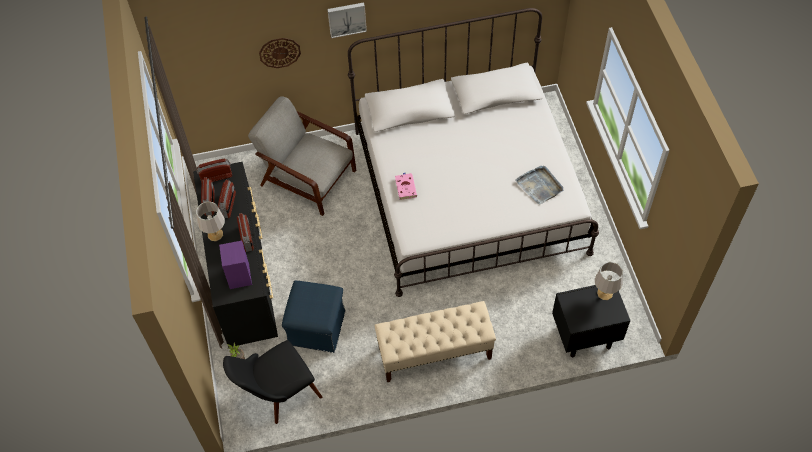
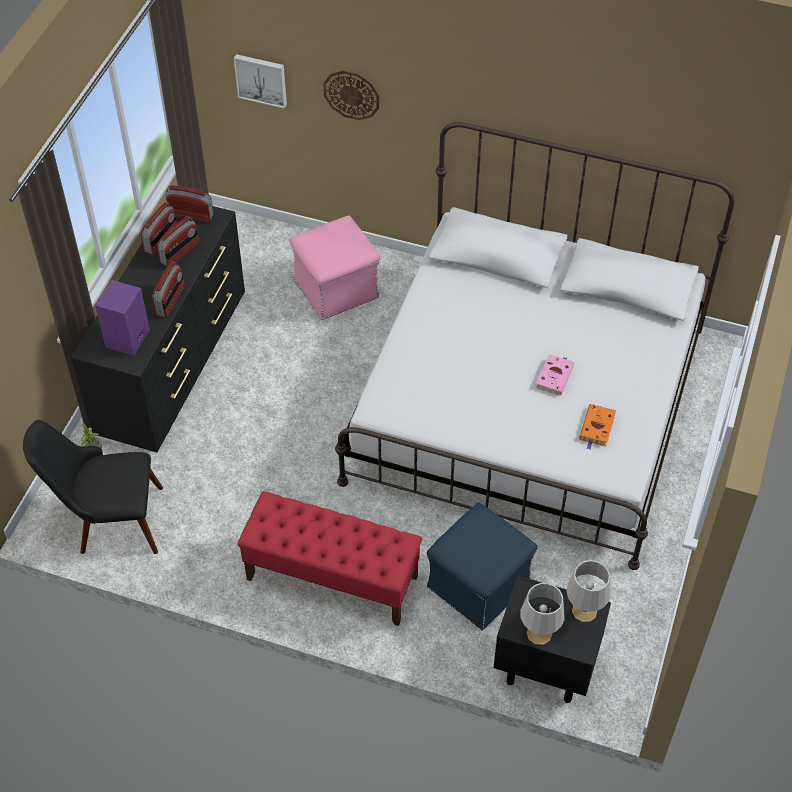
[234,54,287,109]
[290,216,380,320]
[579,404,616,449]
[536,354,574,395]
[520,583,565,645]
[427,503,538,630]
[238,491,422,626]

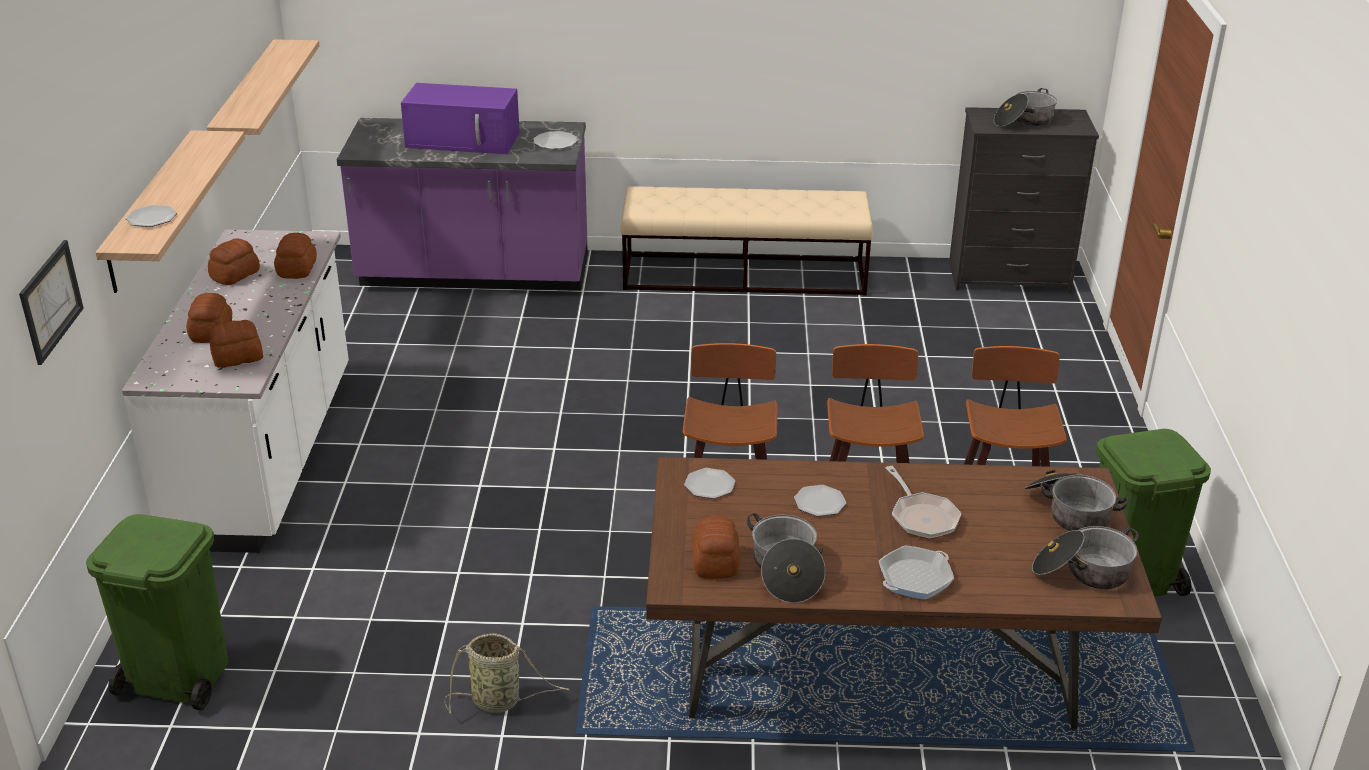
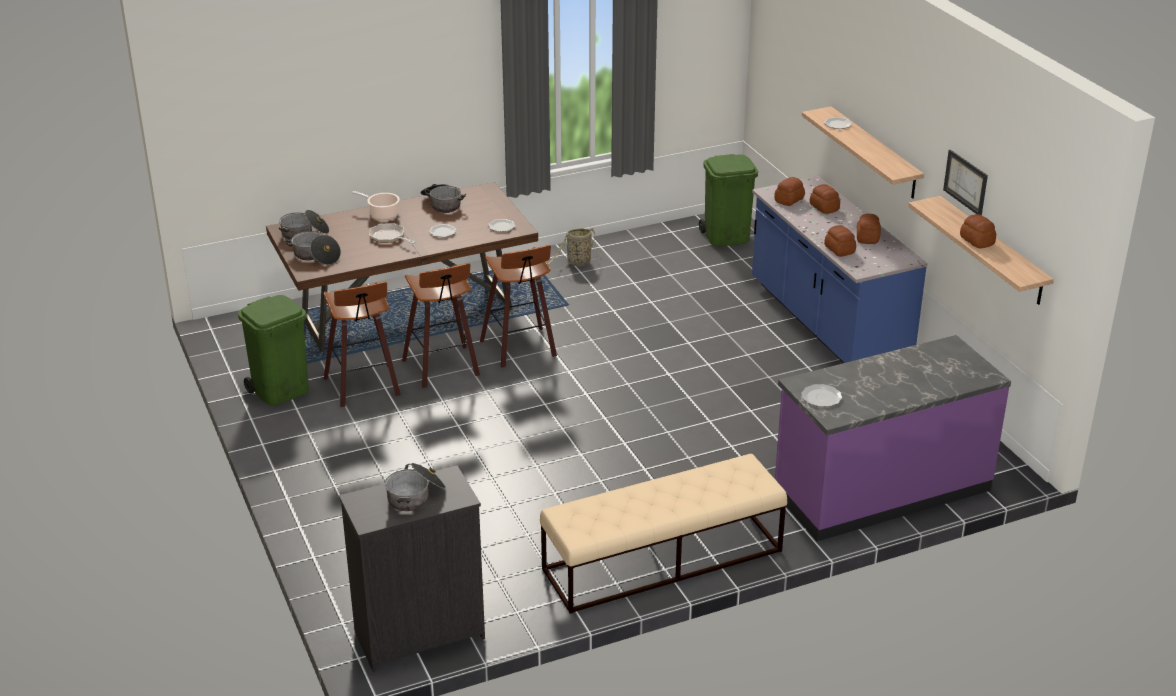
[401,83,520,154] (first image)
[752,176,928,363]
[943,150,988,215]
[960,214,996,248]
[352,191,400,220]

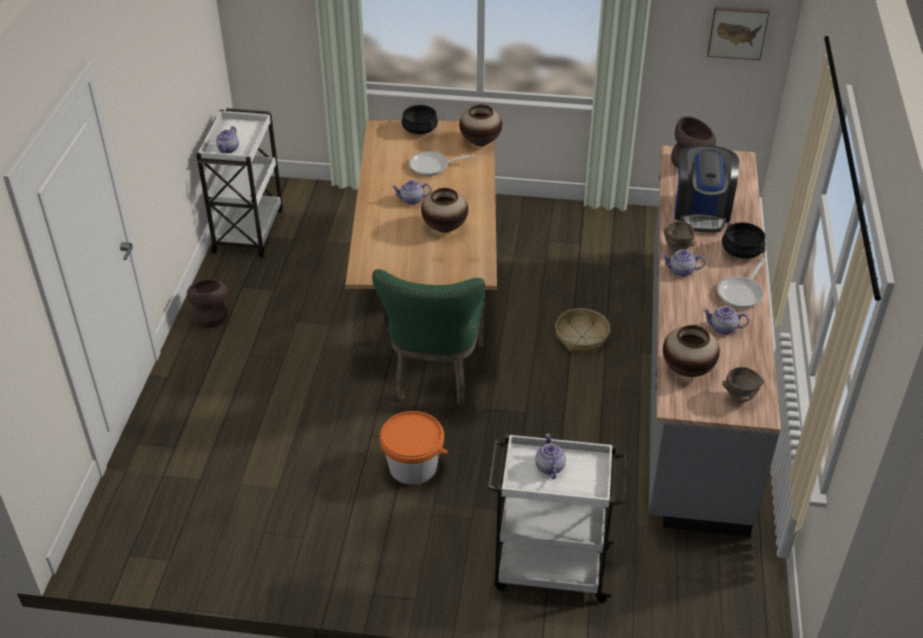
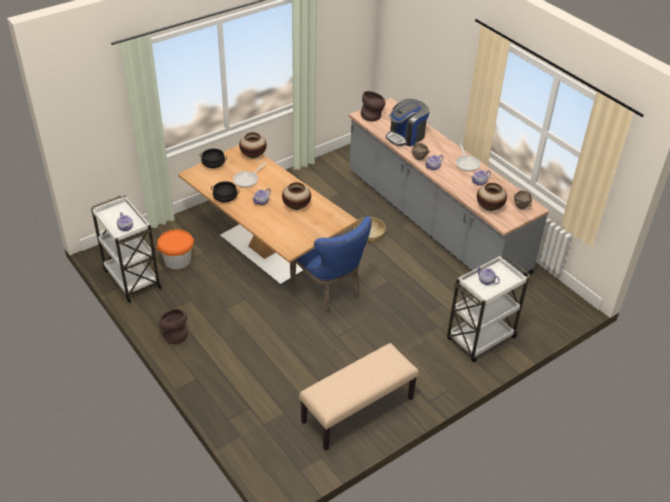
[707,6,770,60] (first image)
[385,99,430,147]
[211,181,240,202]
[290,216,372,313]
[156,229,194,269]
[299,343,419,450]

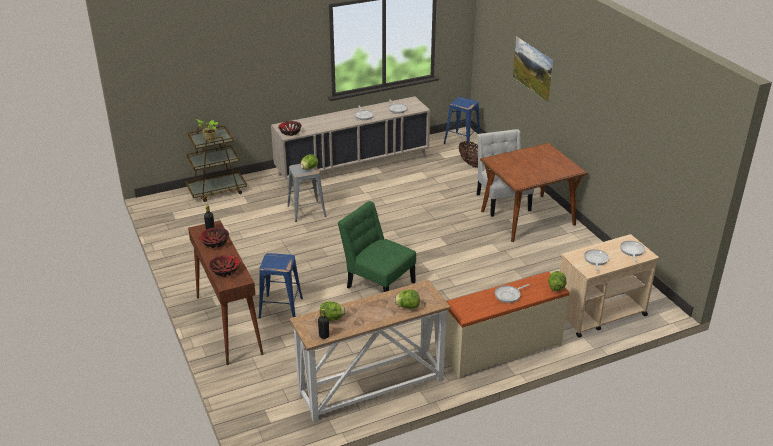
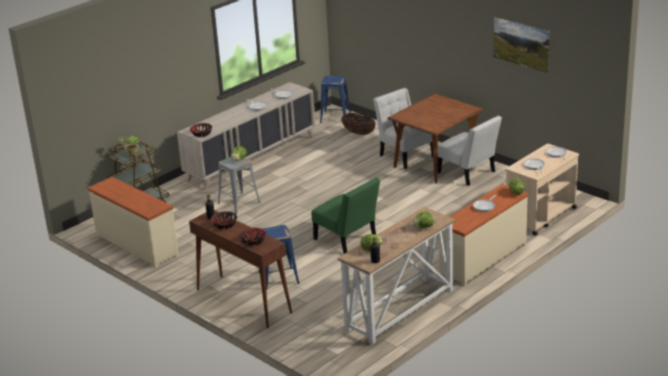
[493,17,549,73]
[312,178,380,254]
[438,116,502,186]
[88,177,179,268]

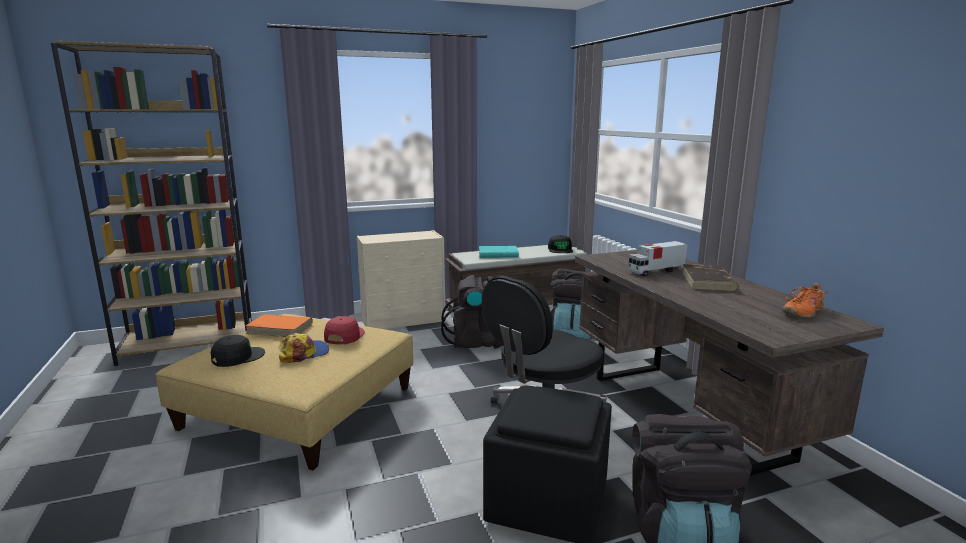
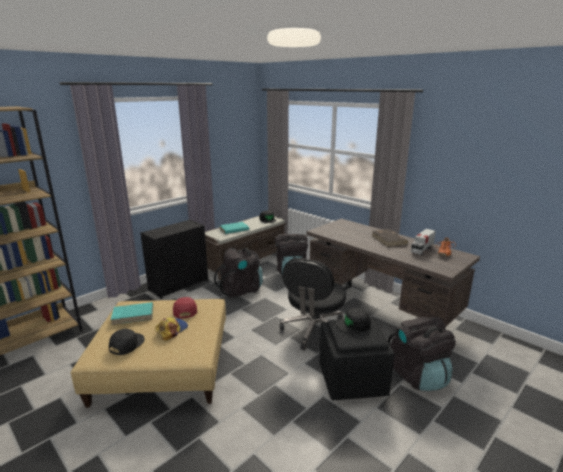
[140,219,208,299]
[411,229,436,255]
[111,302,153,325]
[336,308,371,333]

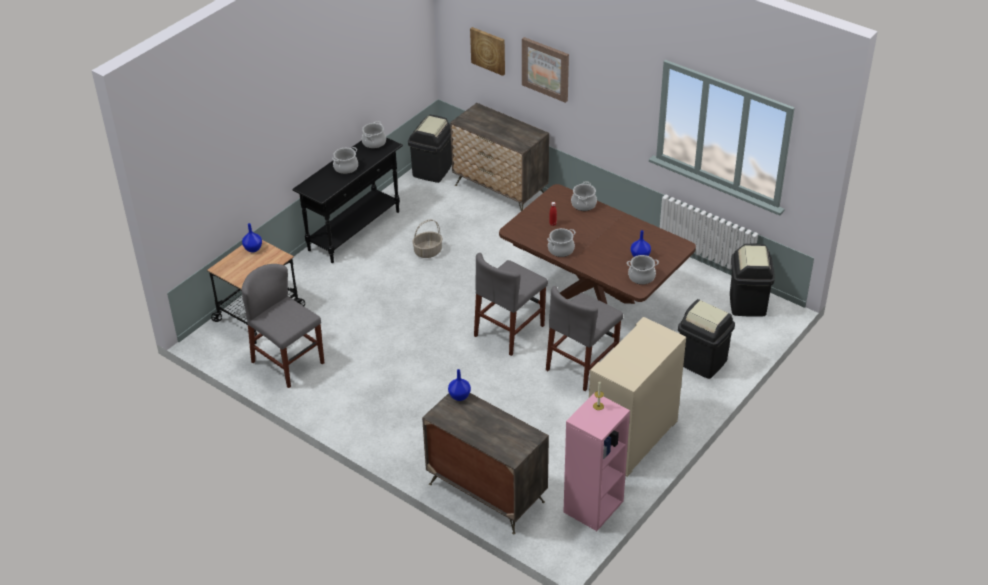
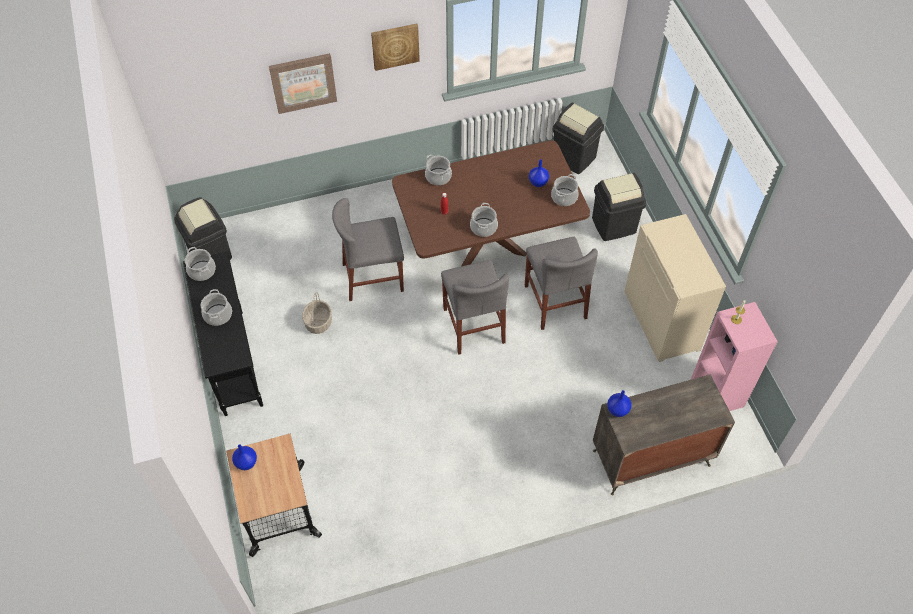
[371,24,420,71]
[450,103,549,211] (first image)
[332,198,404,301]

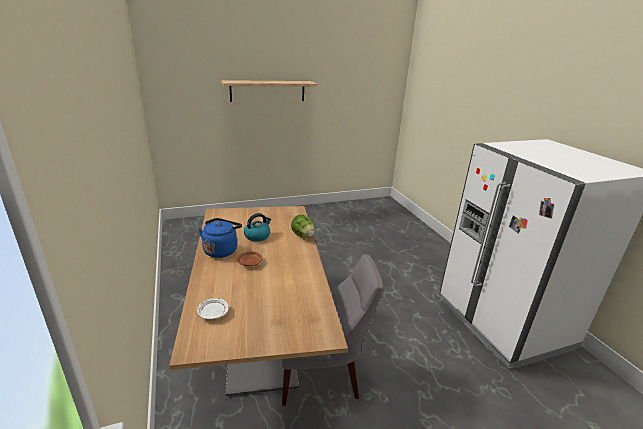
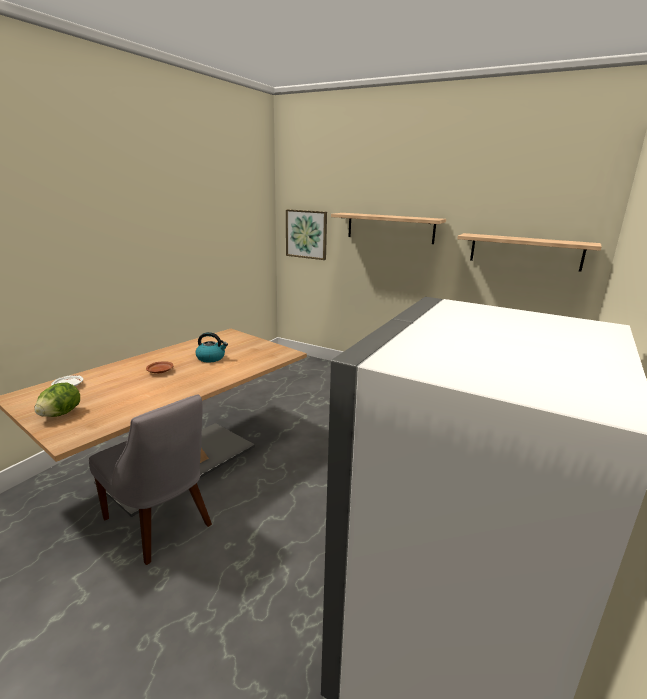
[34,383,80,417]
[198,218,242,258] (first image)
[286,209,327,260]
[457,233,602,272]

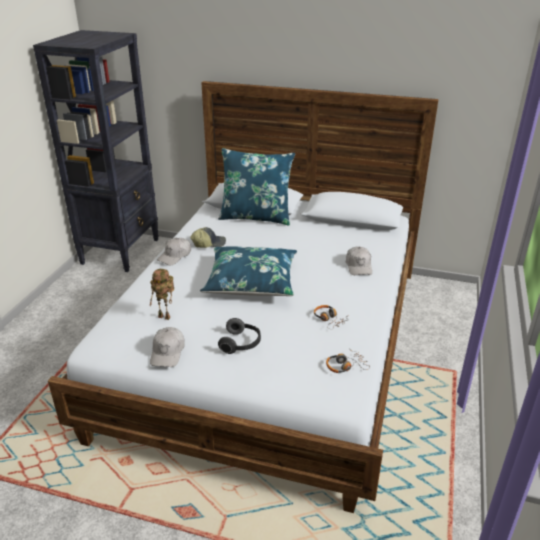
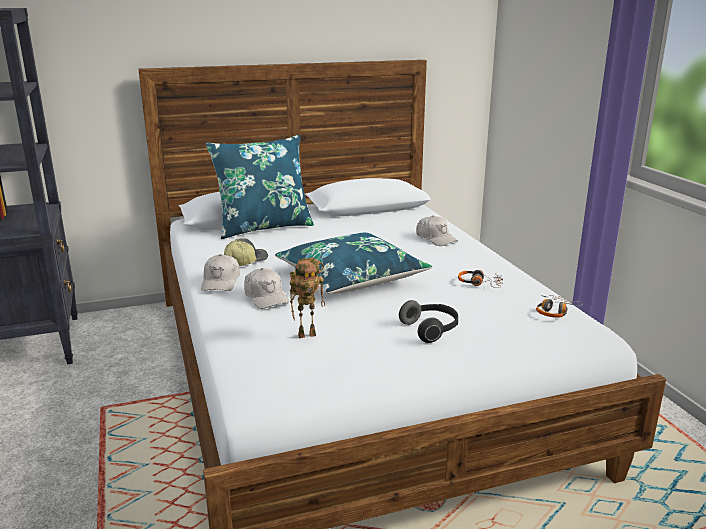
[244,268,289,309]

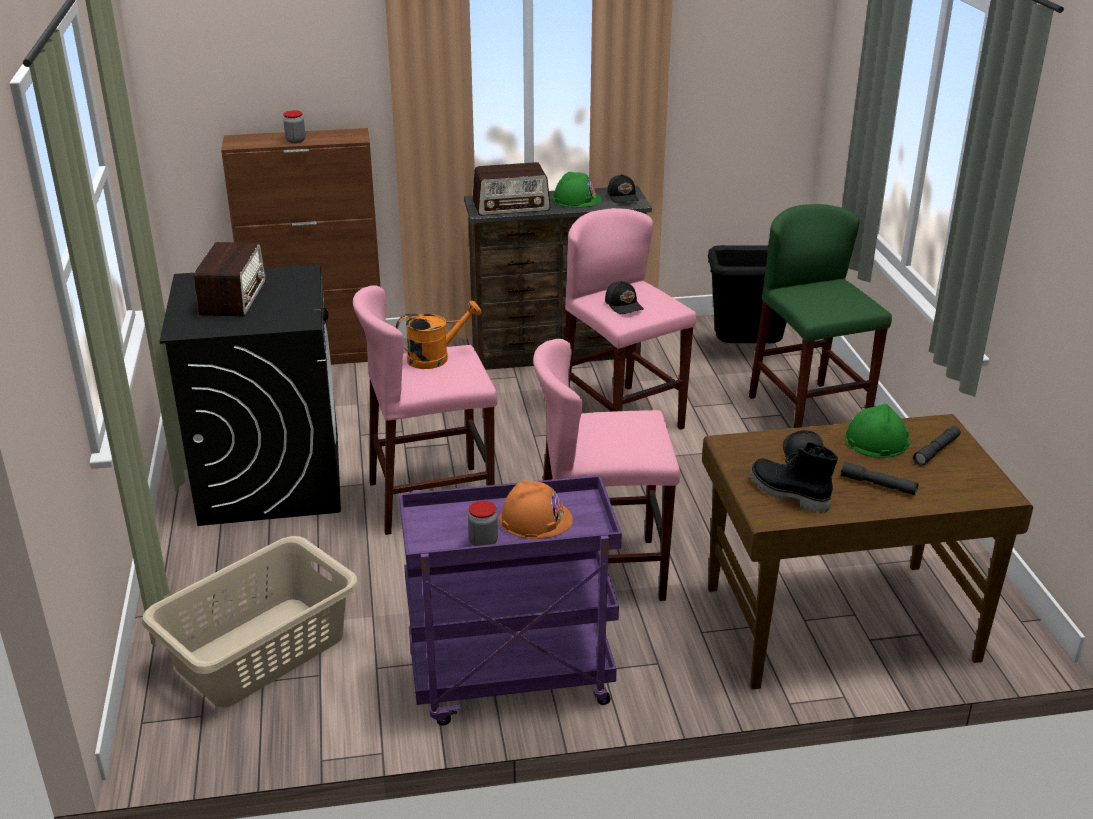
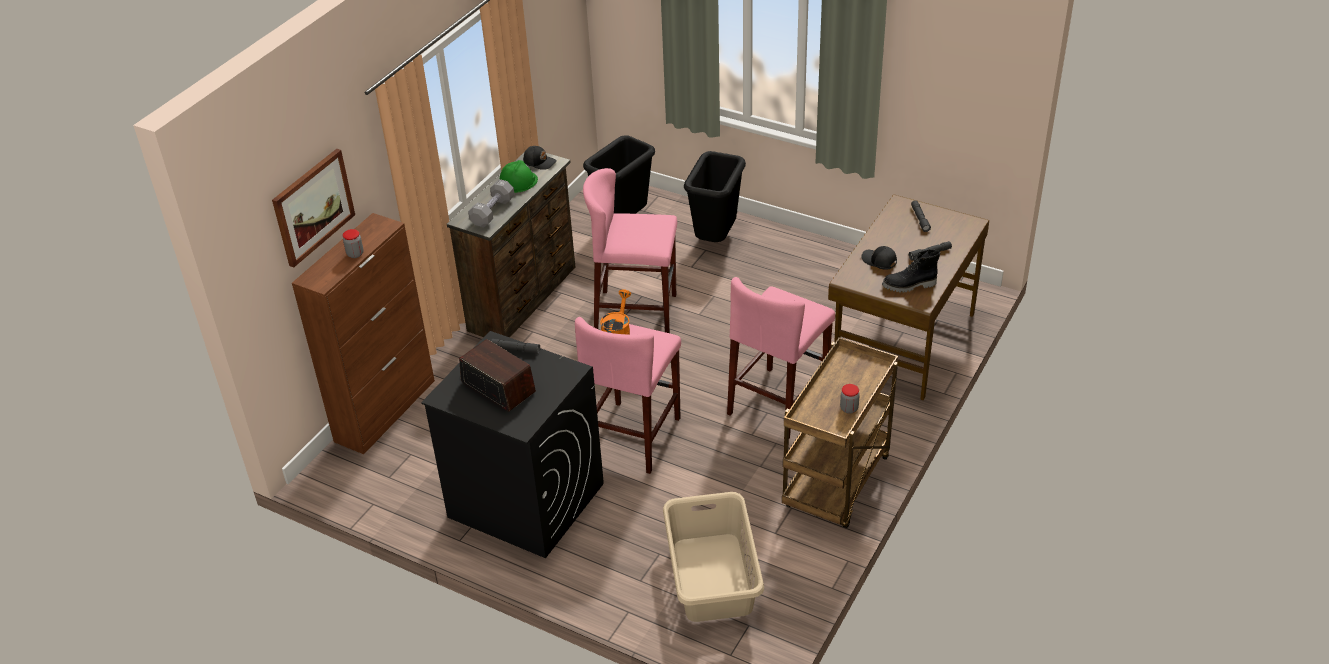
[468,179,515,228]
[684,151,746,242]
[605,281,644,314] (first image)
[845,404,910,458] (first image)
[782,337,898,528]
[499,480,573,539] (first image)
[272,149,355,267]
[491,339,540,354]

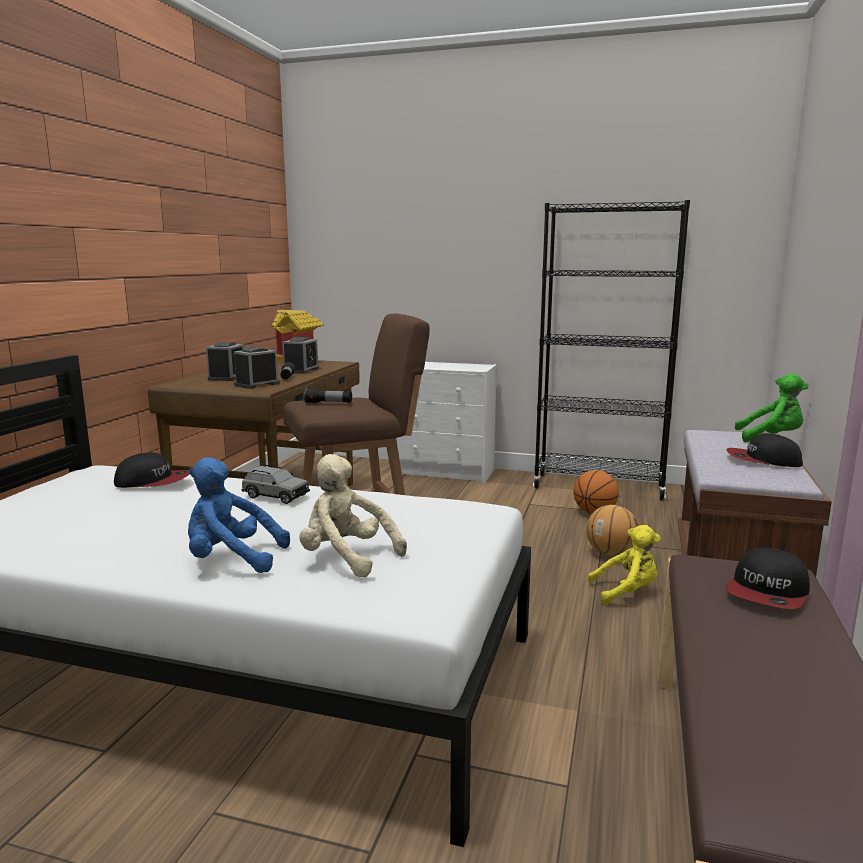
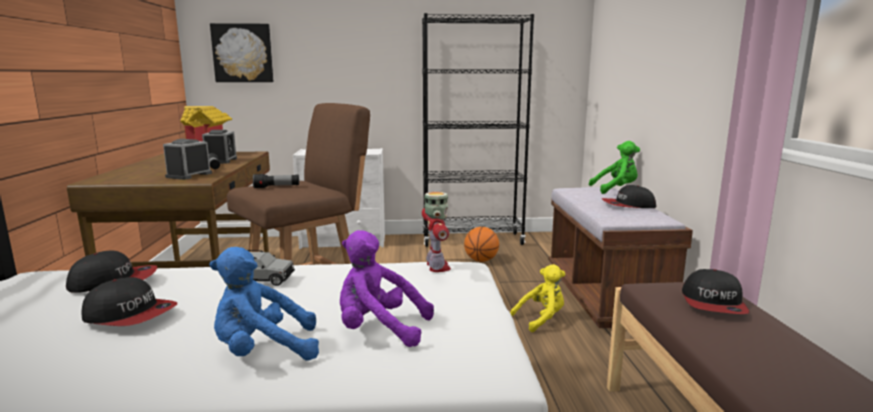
[206,342,244,381] (first image)
[340,230,434,347]
[586,505,639,556] (first image)
[210,23,273,82]
[422,192,451,272]
[82,277,177,326]

